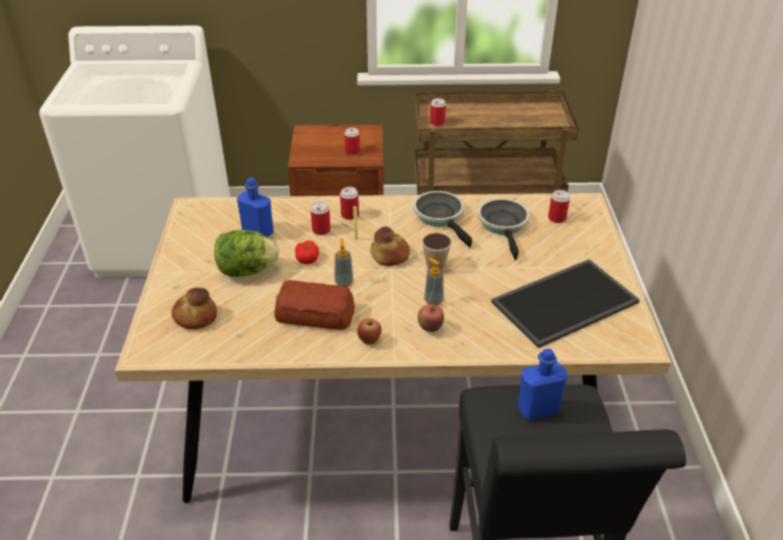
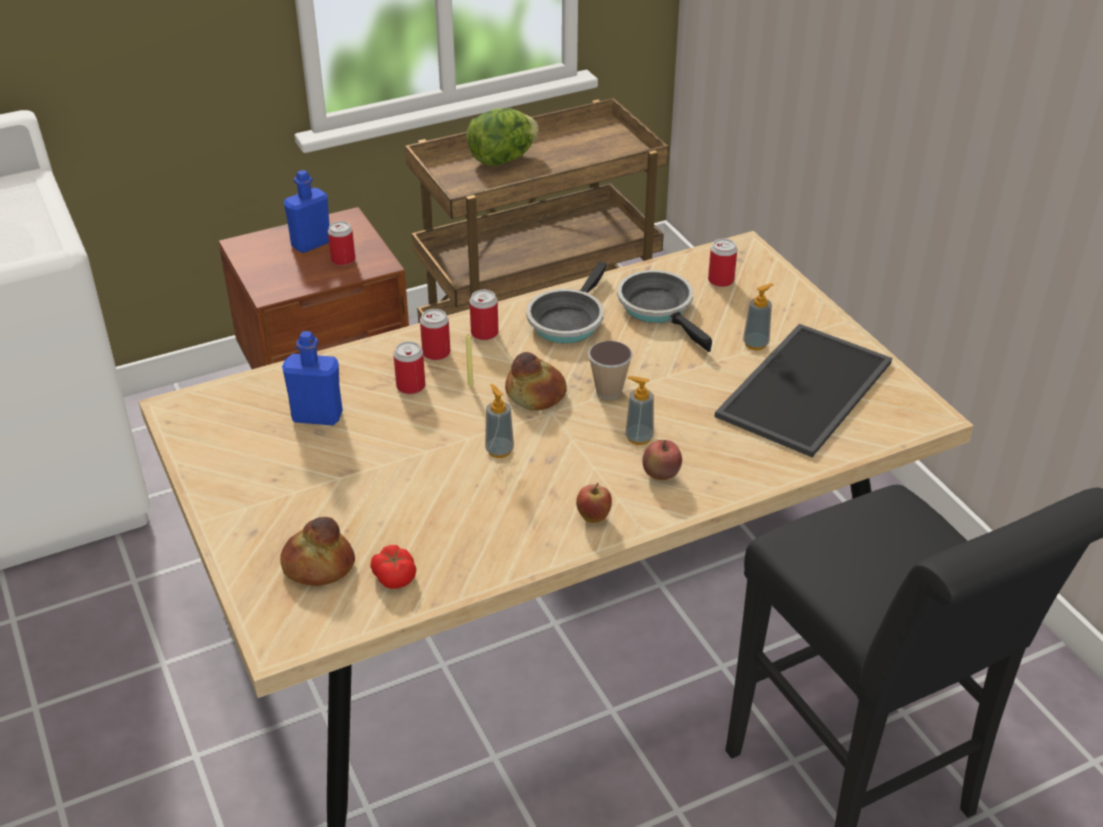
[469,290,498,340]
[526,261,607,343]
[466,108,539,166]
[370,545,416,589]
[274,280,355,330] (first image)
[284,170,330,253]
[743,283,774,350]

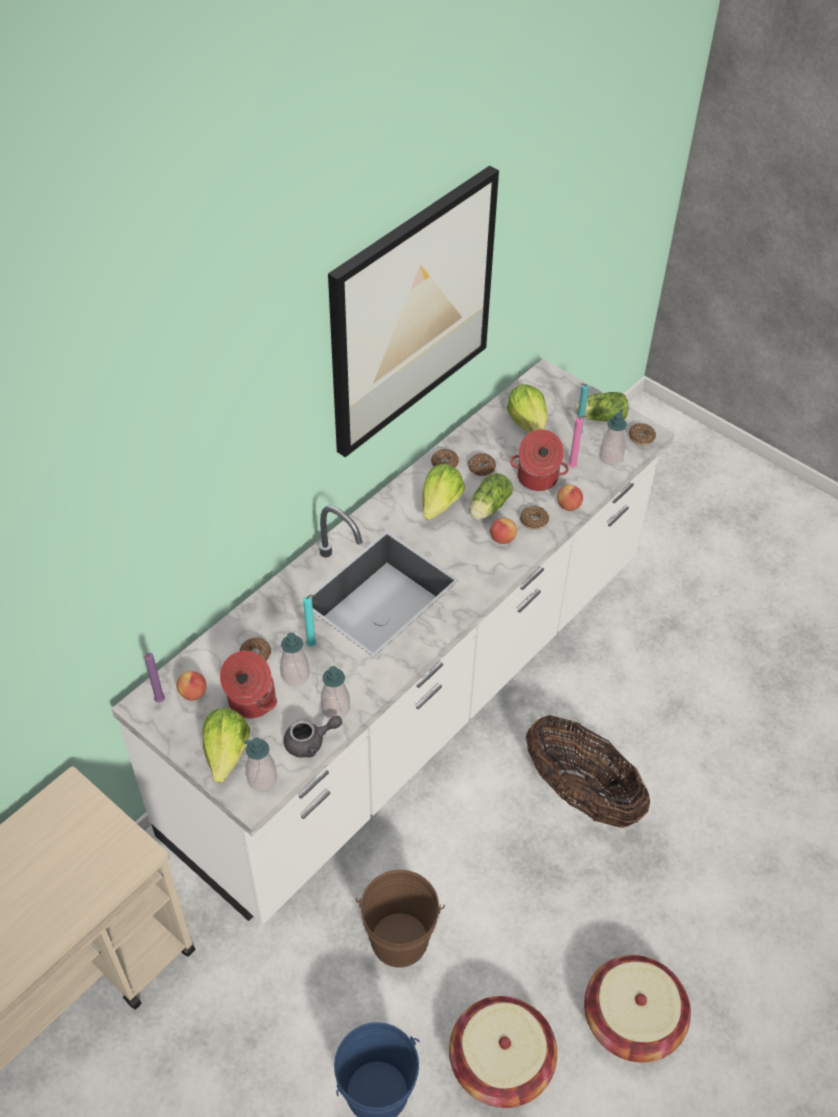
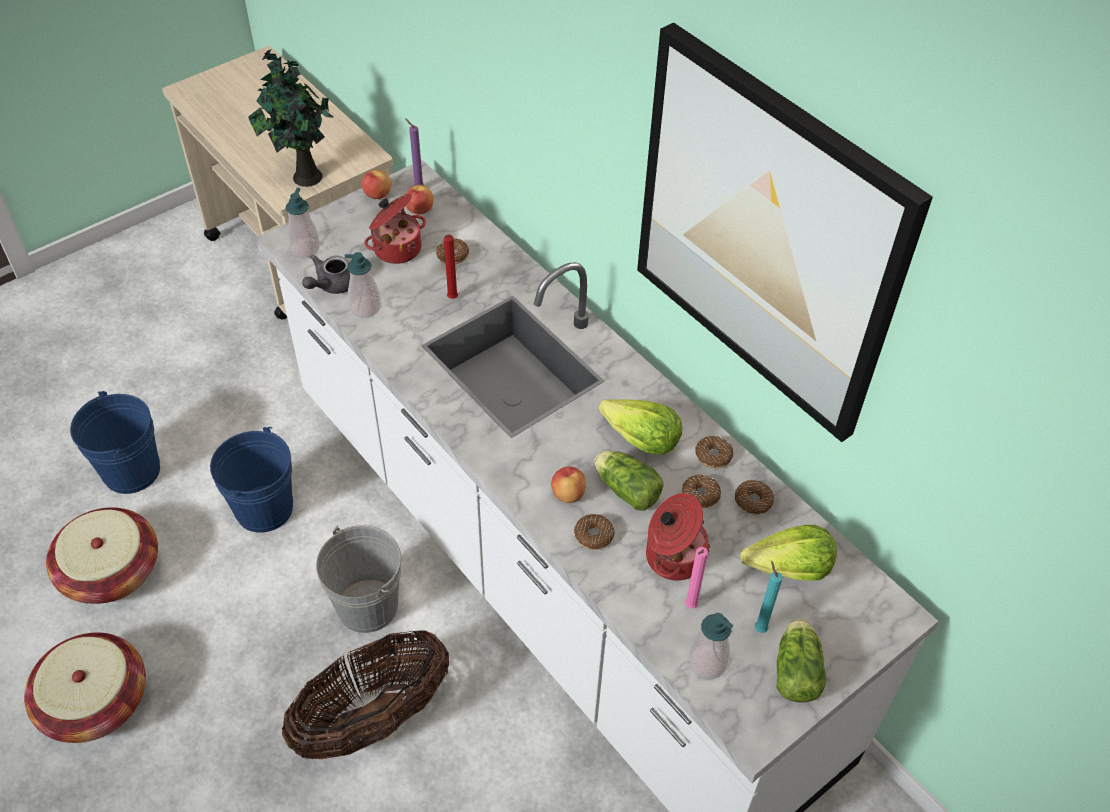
[735,480,774,515]
[361,170,392,199]
[444,235,458,299]
[280,632,309,686] (first image)
[203,708,250,782] (first image)
[302,255,350,294]
[210,427,293,533]
[248,49,333,187]
[316,525,401,633]

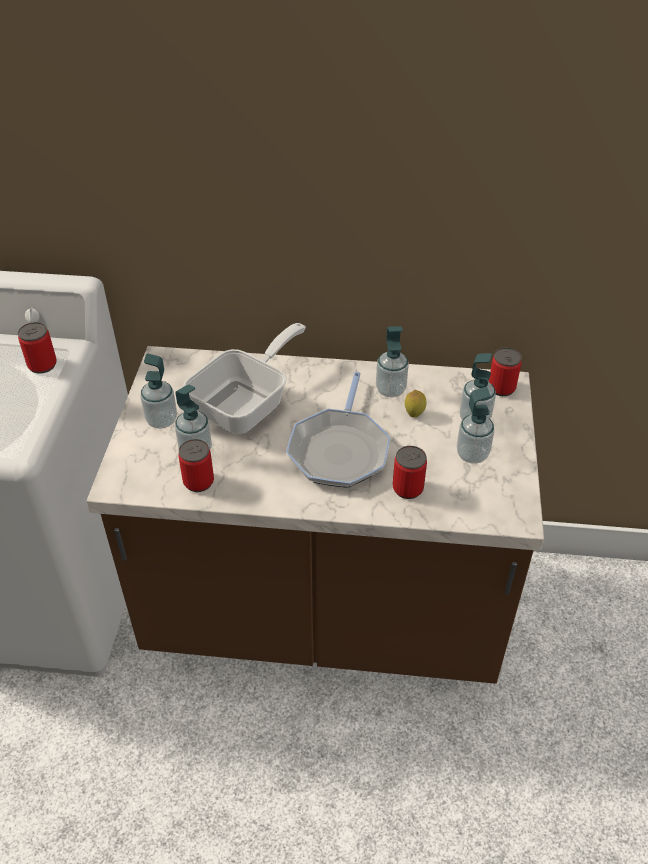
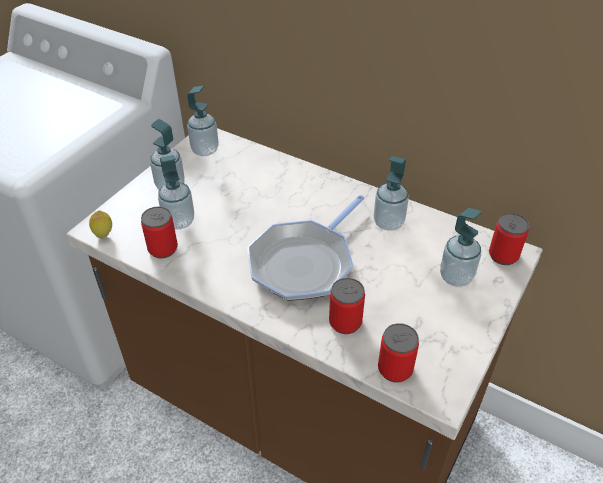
[378,323,419,383]
[183,323,306,434] (first image)
[187,86,219,156]
[89,210,112,238]

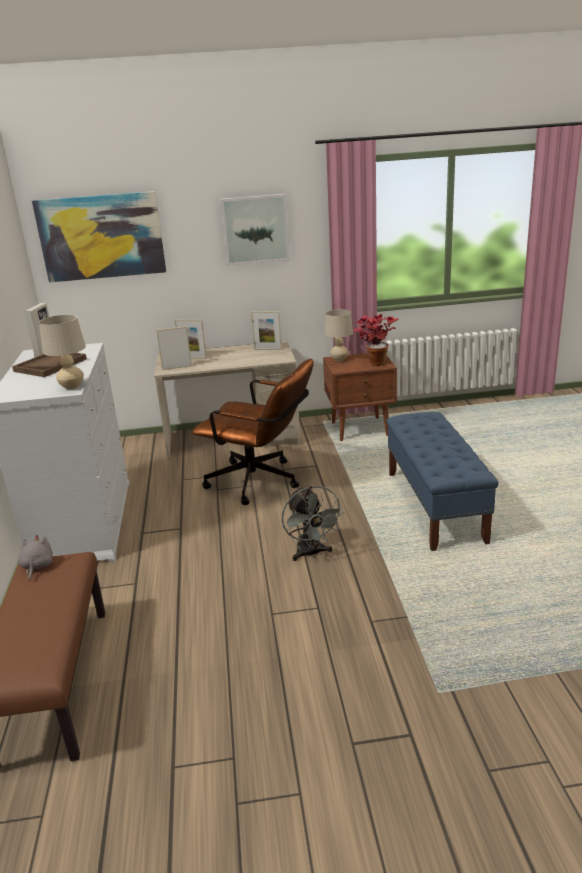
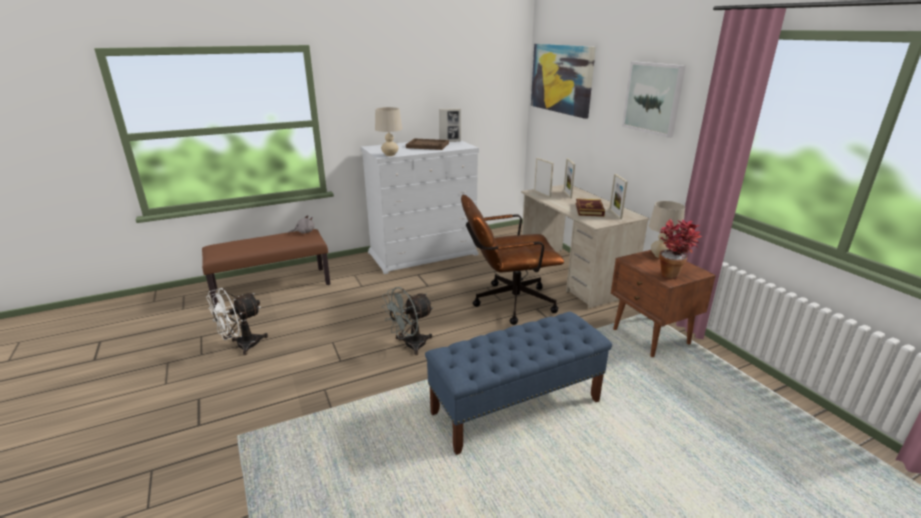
[461,195,564,325]
[576,198,605,217]
[206,288,268,355]

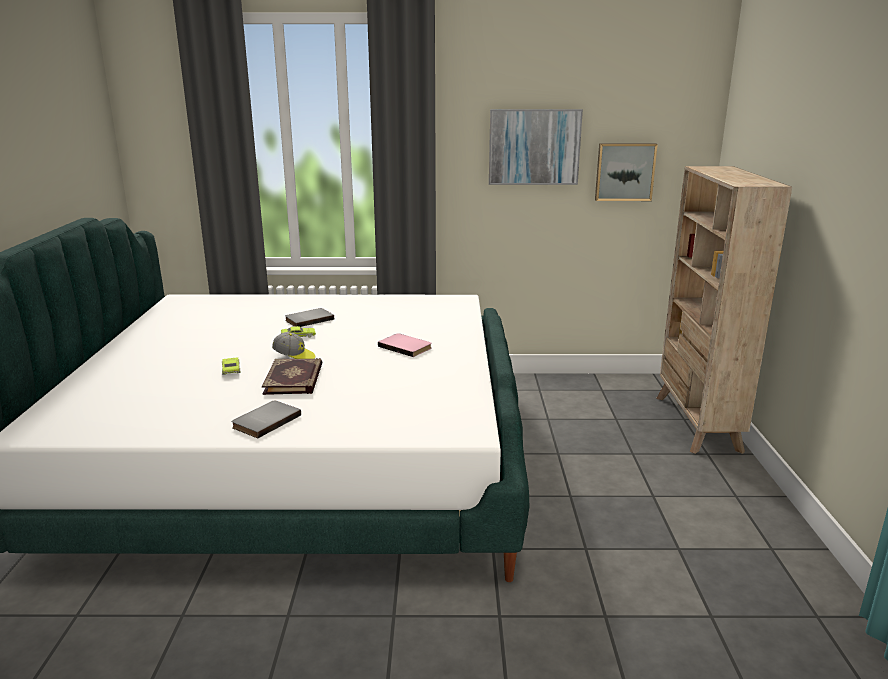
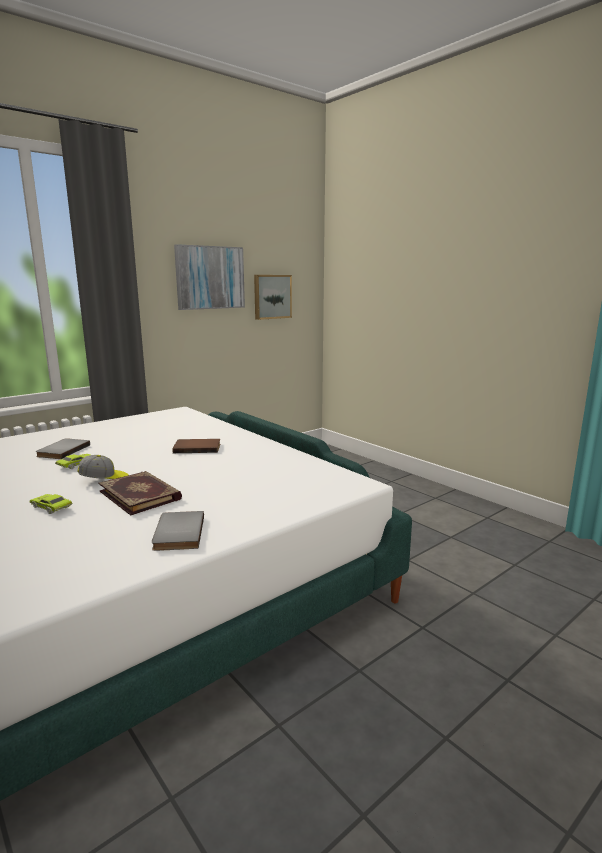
[656,166,792,454] (first image)
[172,439,220,453]

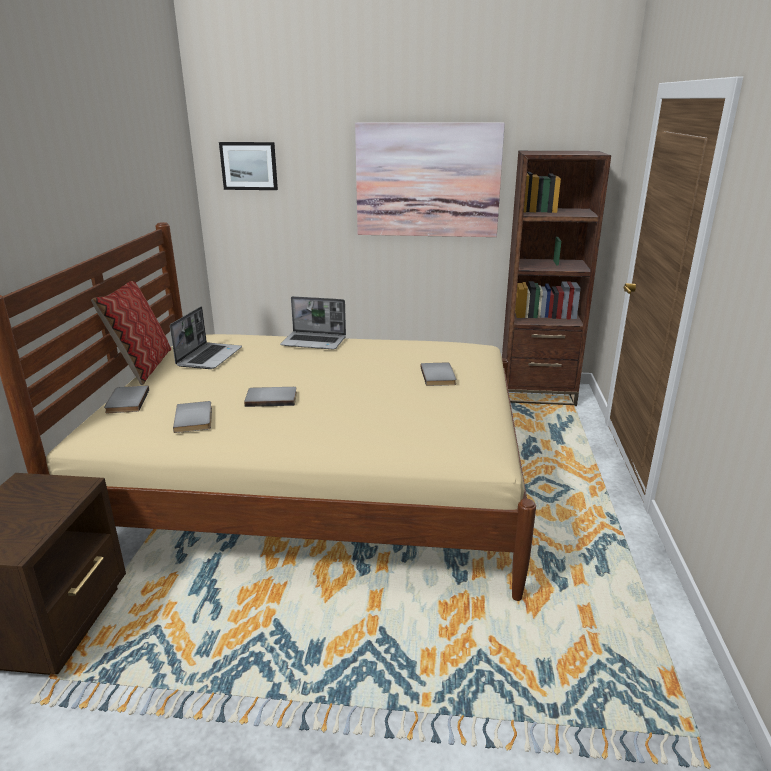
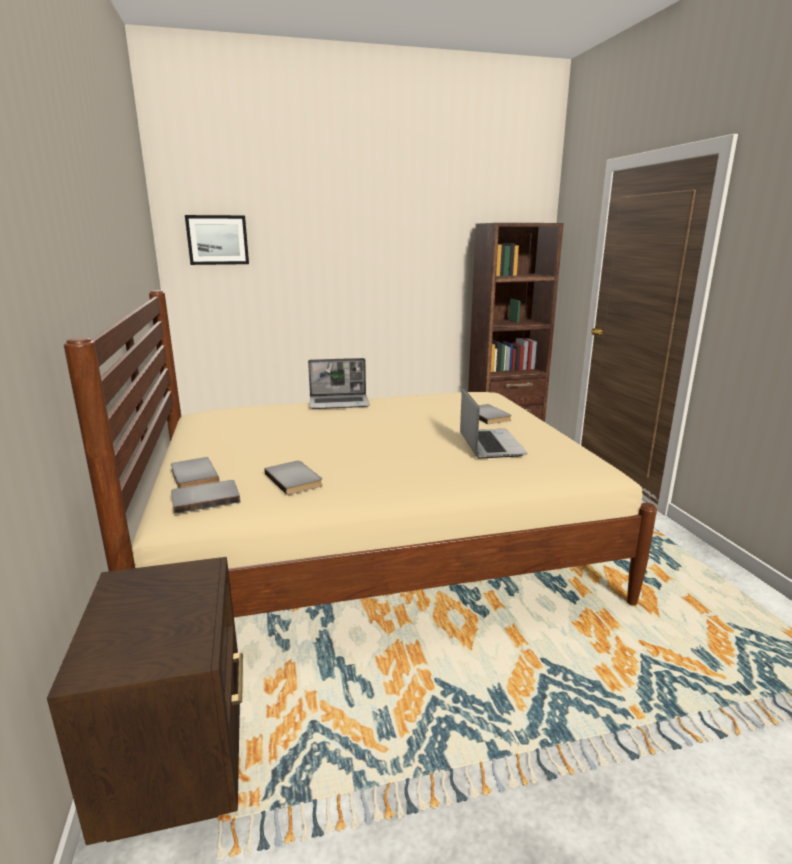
[355,123,505,237] (first image)
[91,281,171,385] (first image)
[460,387,528,458]
[171,480,240,514]

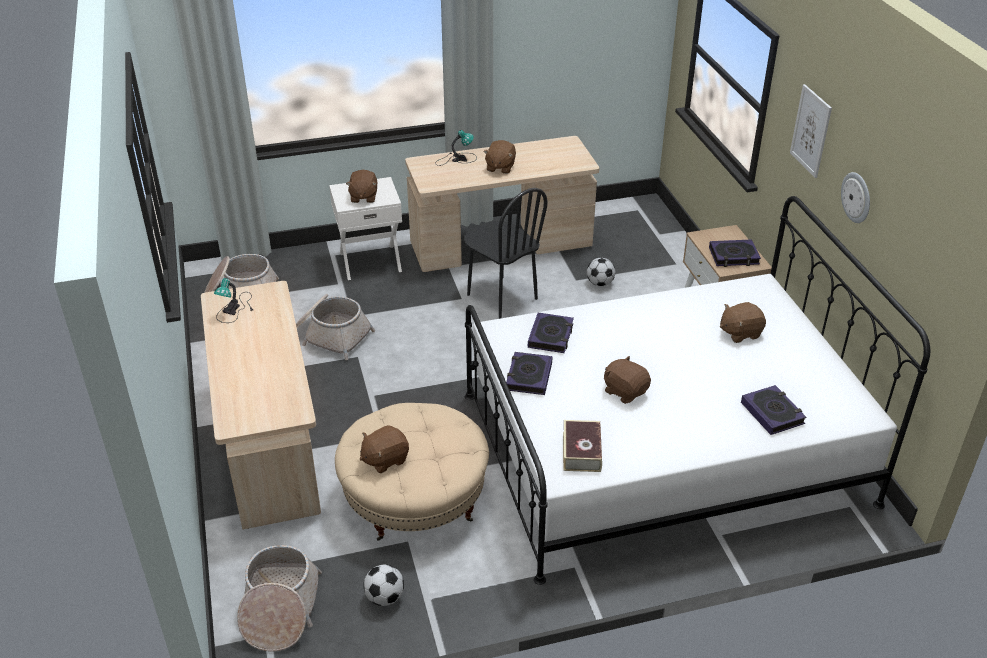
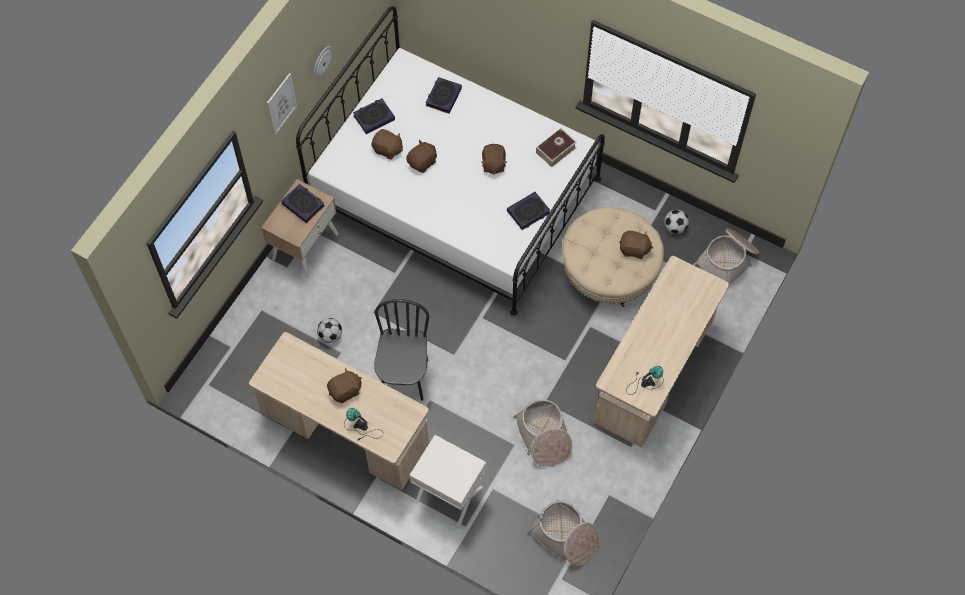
[406,140,437,173]
[353,98,395,134]

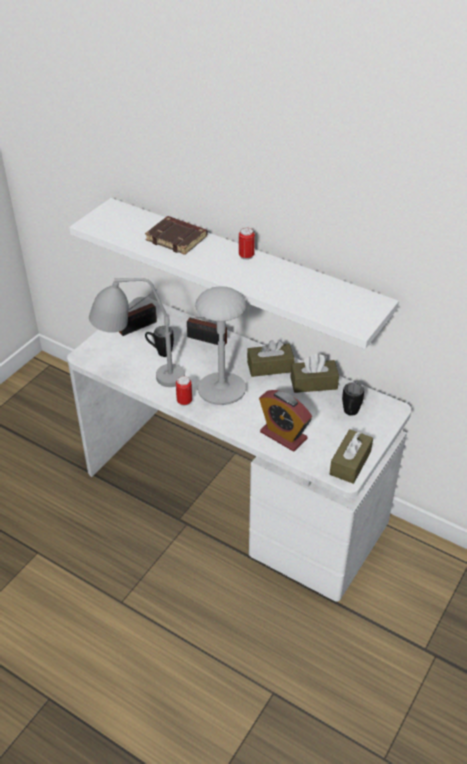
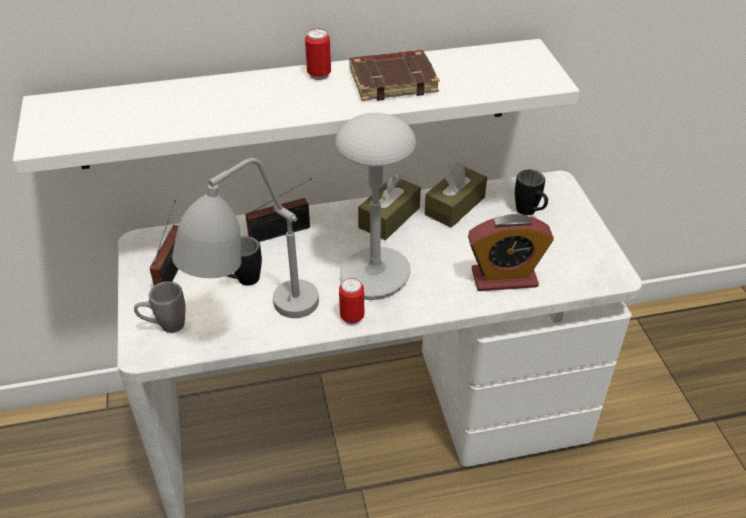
[349,50,440,101]
[330,429,373,484] (first image)
[134,281,185,333]

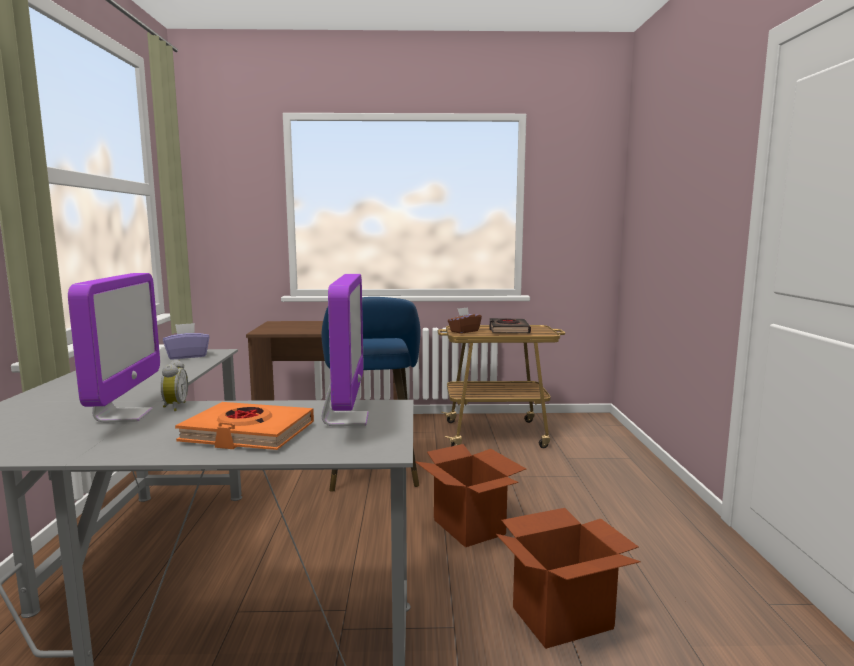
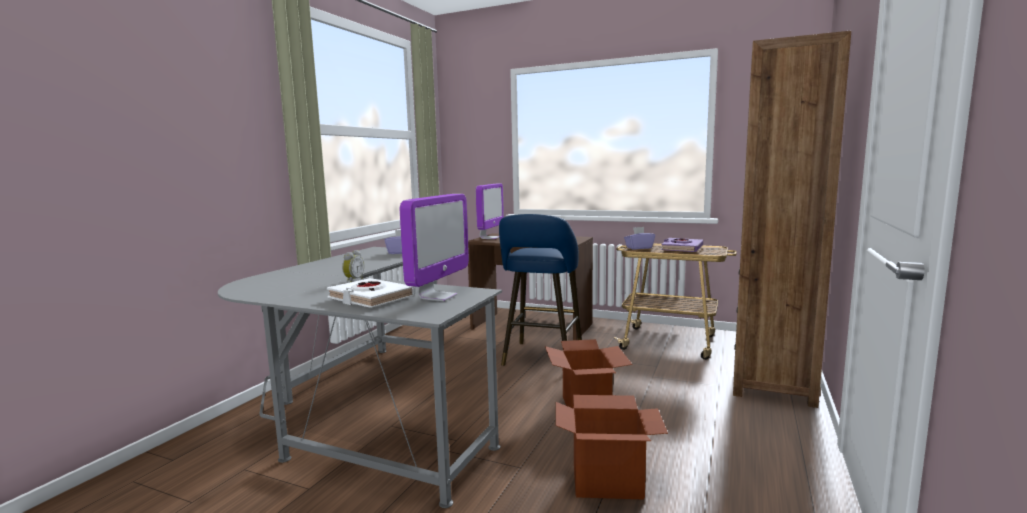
[476,184,504,239]
[624,227,655,250]
[661,238,703,252]
[327,278,415,308]
[733,31,851,408]

